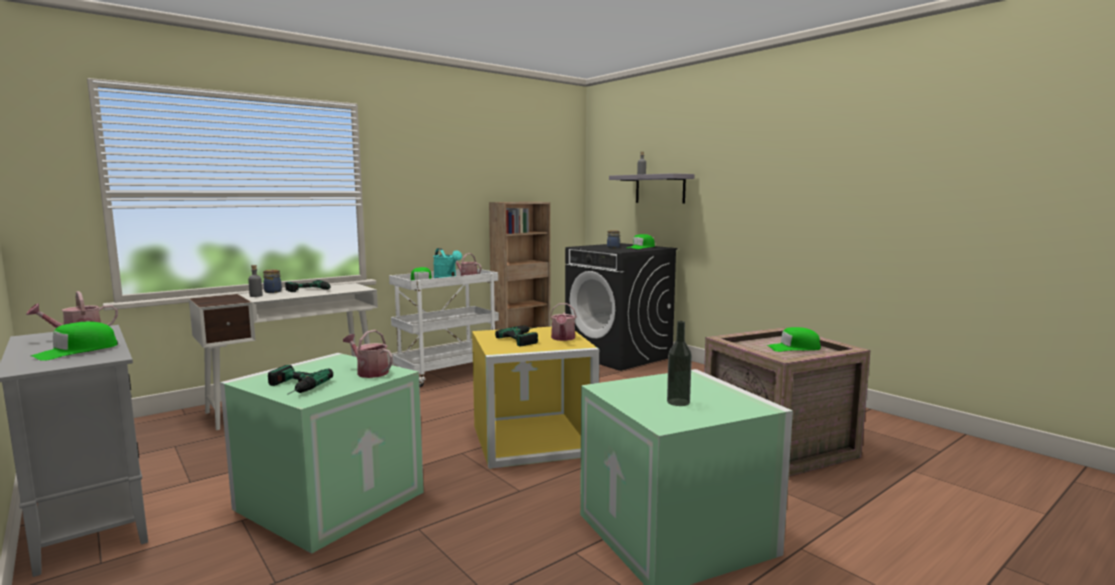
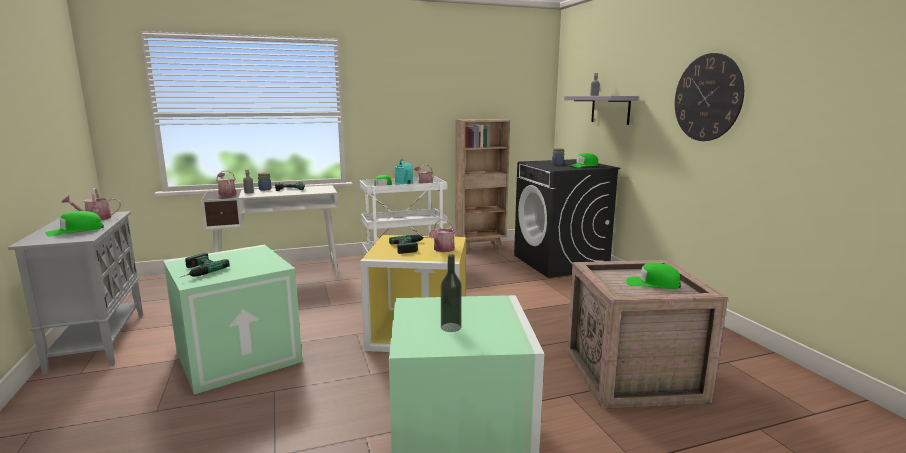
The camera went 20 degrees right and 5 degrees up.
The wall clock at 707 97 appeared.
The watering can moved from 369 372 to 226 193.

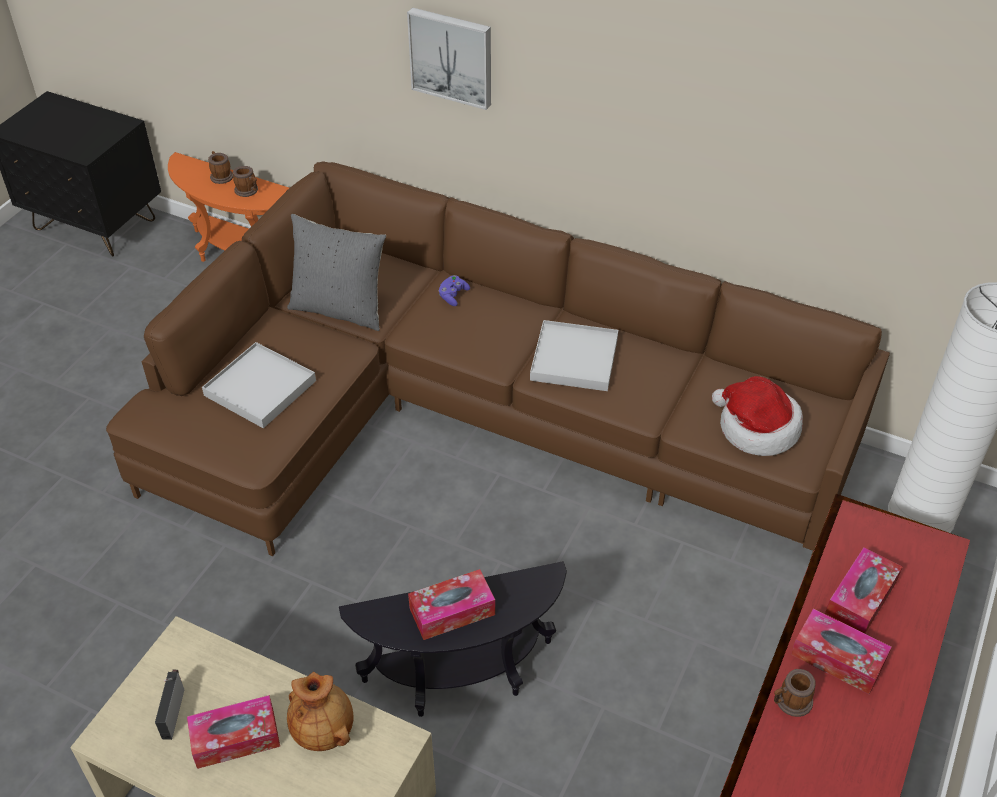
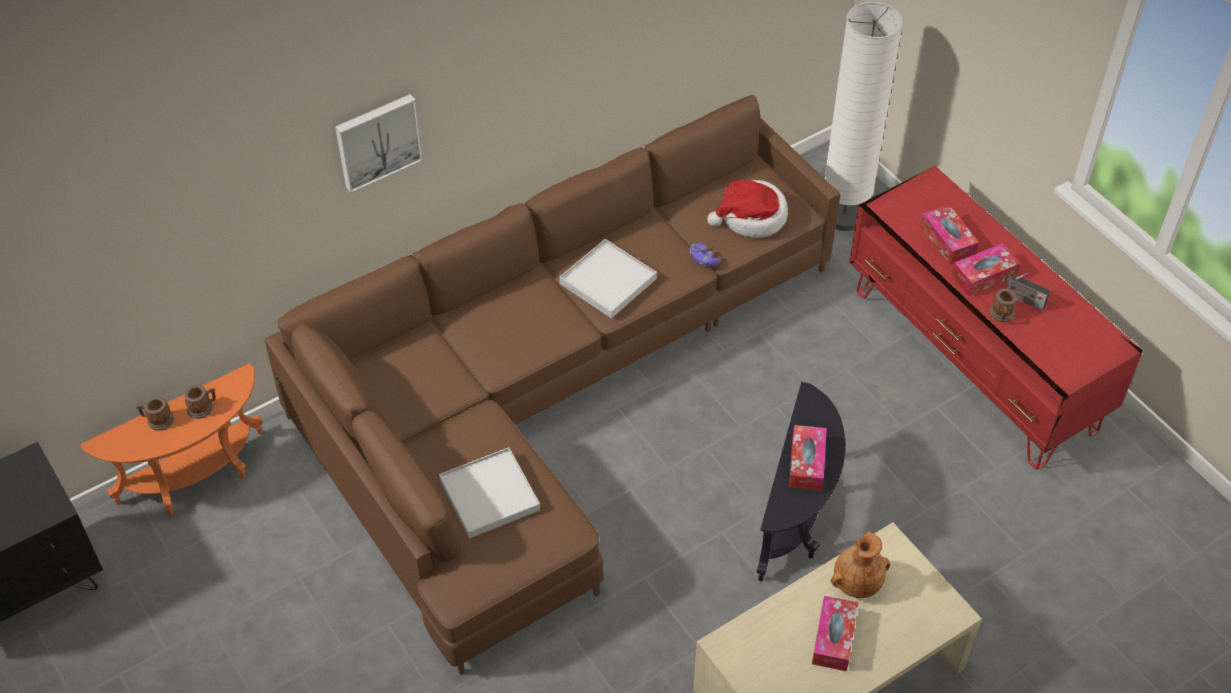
The camera went 60 degrees left and 5 degrees up.
The grey pillow at 340 309 disappeared.
The radio moved from 173 711 to 1023 299.
The purple game controller moved from 453 296 to 703 260.

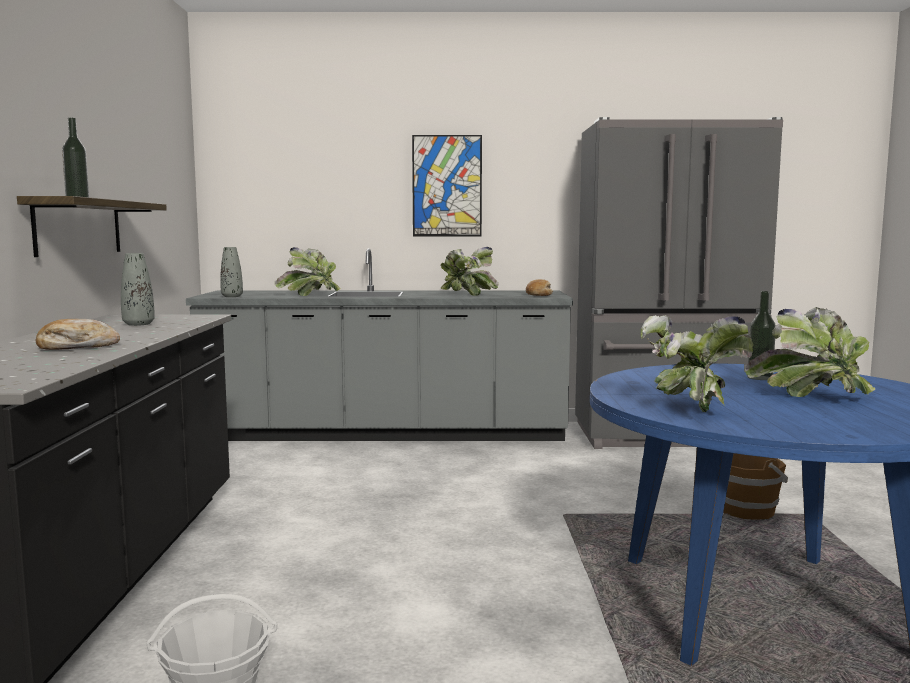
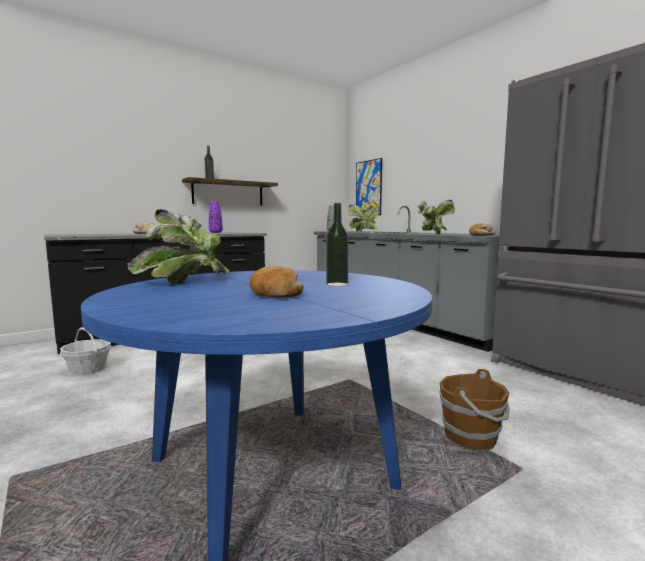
The camera went 55 degrees right and 0 degrees up.
The picture moved from 447 186 to 368 188.
The potted plant at 808 395 was replaced by the bread at 274 293.
The grey vase at 138 324 became the purple vase at 215 232.

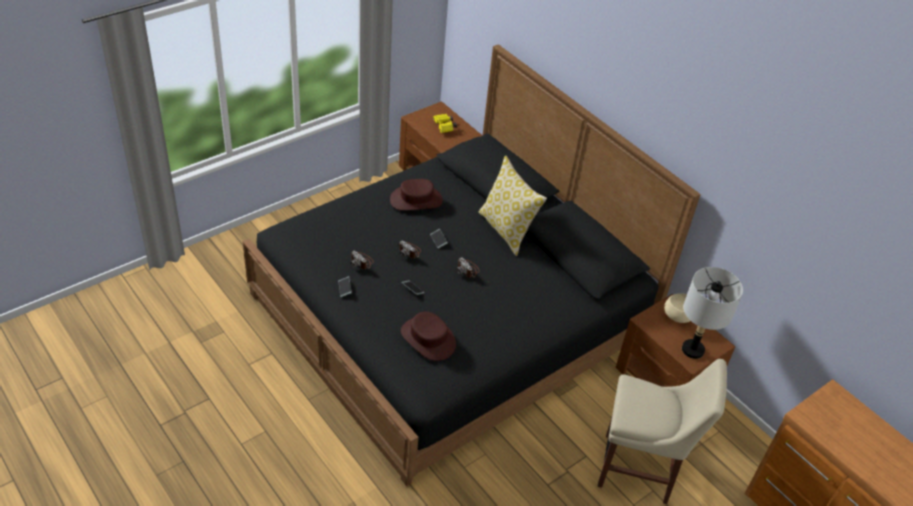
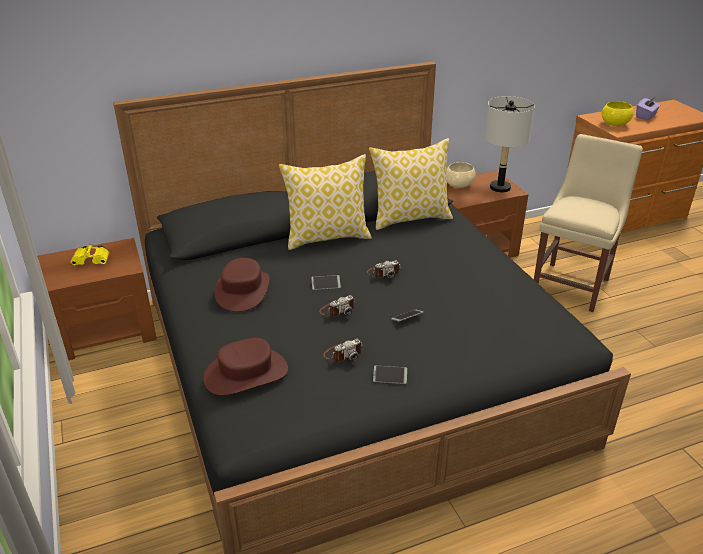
The camera went 70 degrees left and 10 degrees down.
The pillow at 410 218 appeared.
The yellow bowl at 615 125 appeared.
The purple tissue box at 646 116 appeared.
The brown hat moved from 428 339 to 246 373.

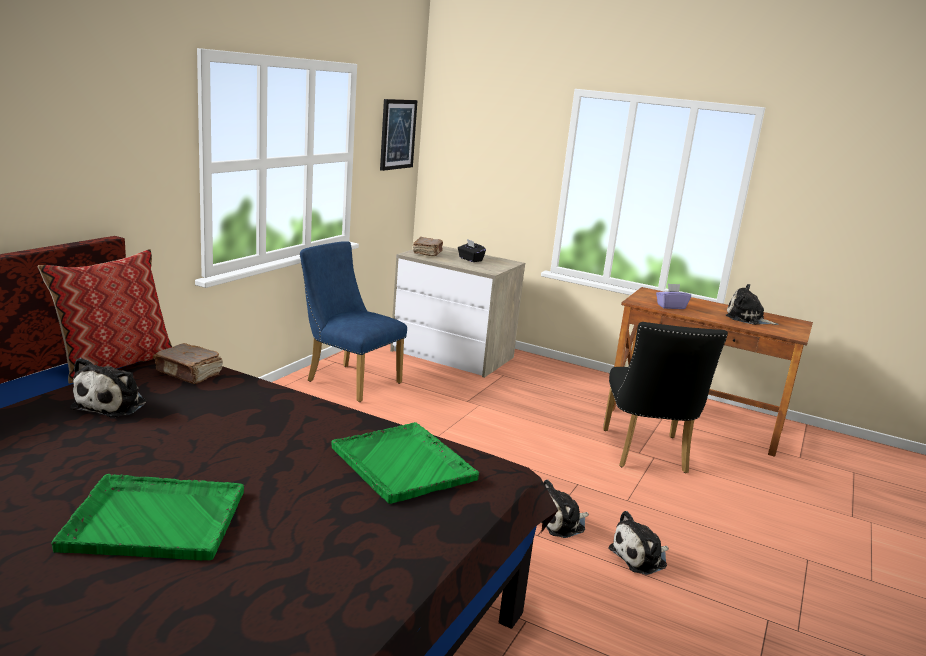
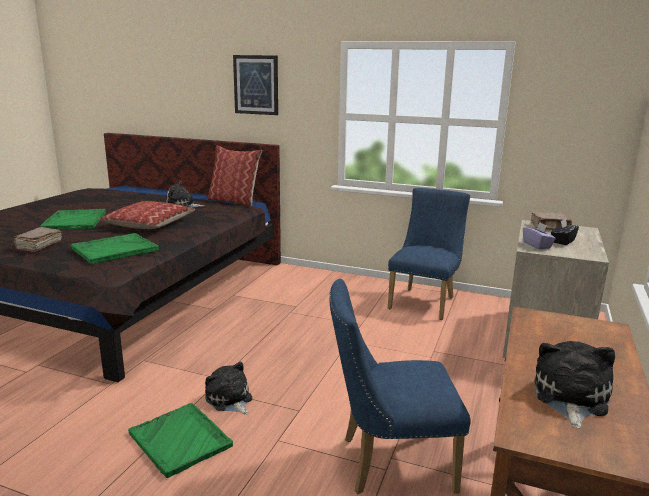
The camera went 85 degrees right and 0 degrees up.
The pillow at 149 224 appeared.
The brown book moved from 189 373 to 38 246.
The picture moved from 397 134 to 256 85.
The purple tissue box moved from 671 306 to 537 245.
The plush toy at 640 557 was replaced by the green tray at 180 440.
The black chair at 646 455 became the blue chair at 388 463.

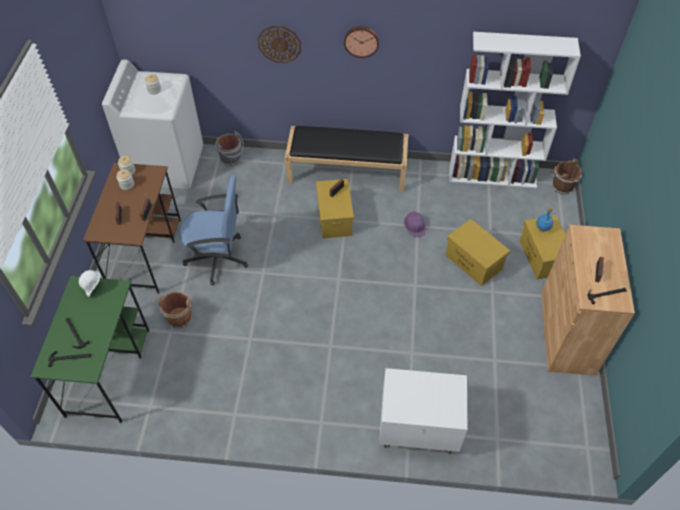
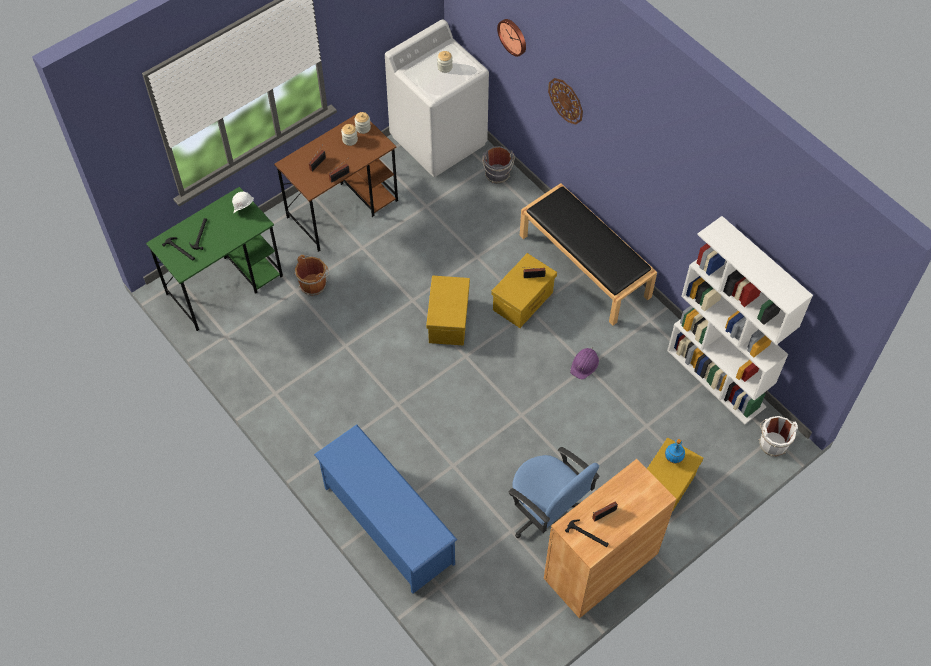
The camera went 45 degrees right and 5 degrees up.
The blue office chair moved from 218 258 to 546 513.
The wall clock moved from 361 41 to 513 36.
The yellow storage box moved from 474 262 to 448 321.
The white nightstand at 417 430 was replaced by the blue shoe rack at 387 525.
The brown bucket at 561 186 became the white bucket at 772 443.

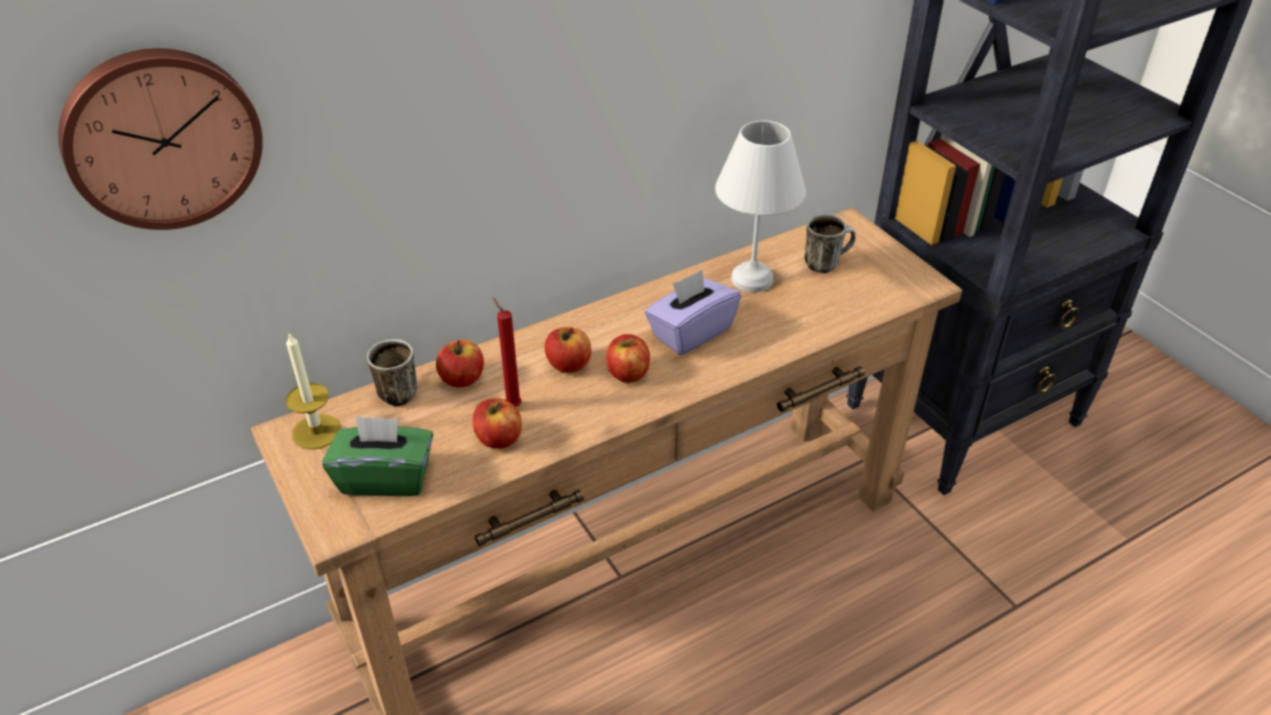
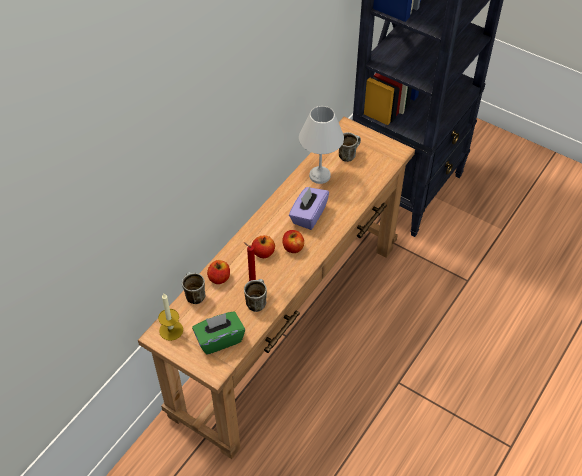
The camera went 25 degrees left and 10 degrees up.
The wall clock at 161 137 disappeared.
The apple at 498 438 was replaced by the mug at 256 302.

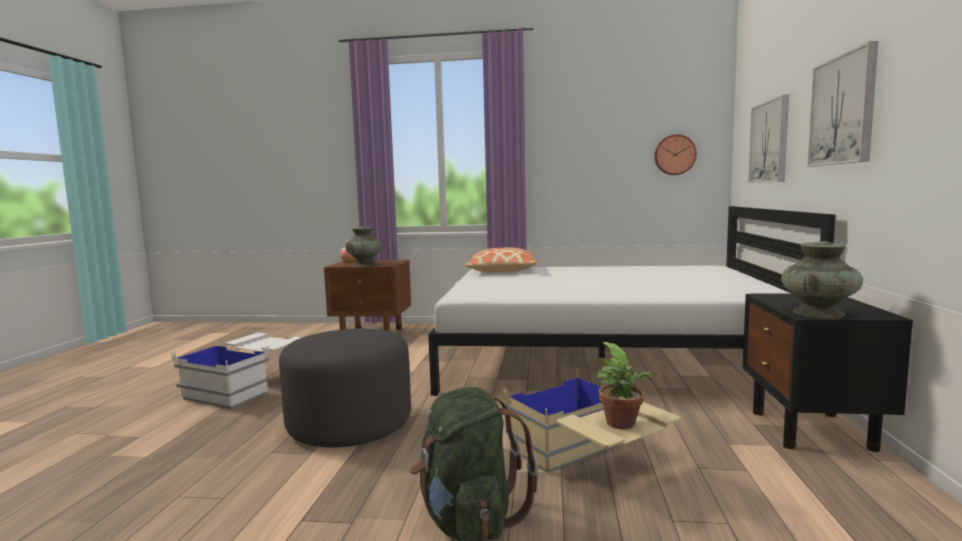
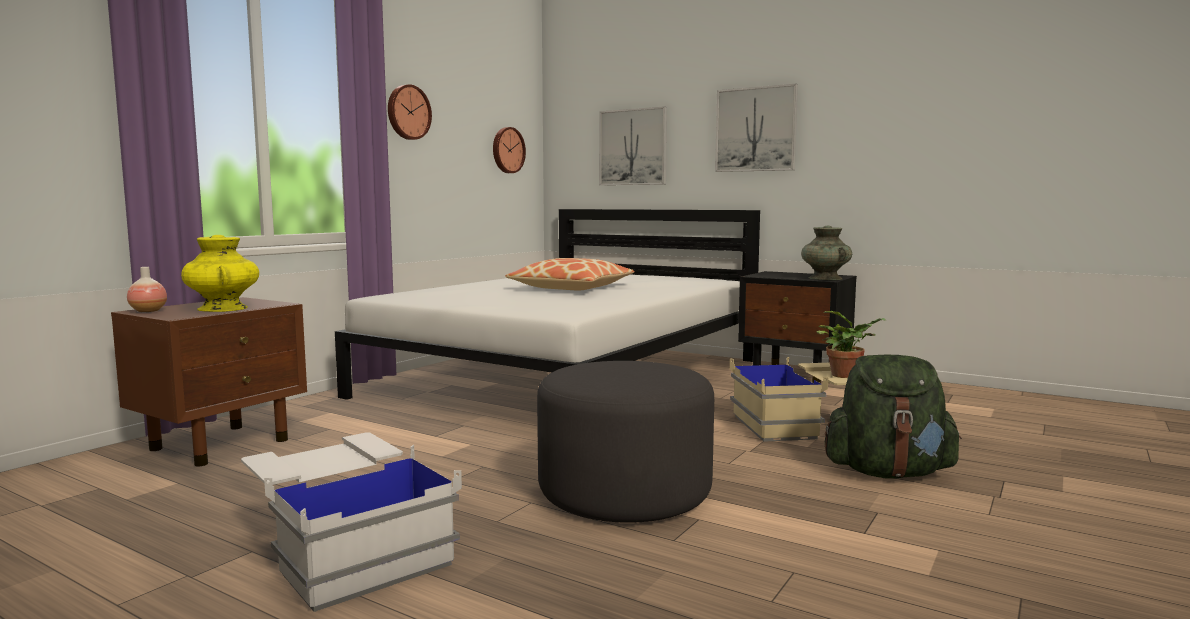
The camera went 65 degrees left and 0 degrees up.
The wall clock at 407 112 appeared.
The pillow moved from 502 270 to 571 288.
The turquoise vase at 365 264 became the yellow vase at 222 308.

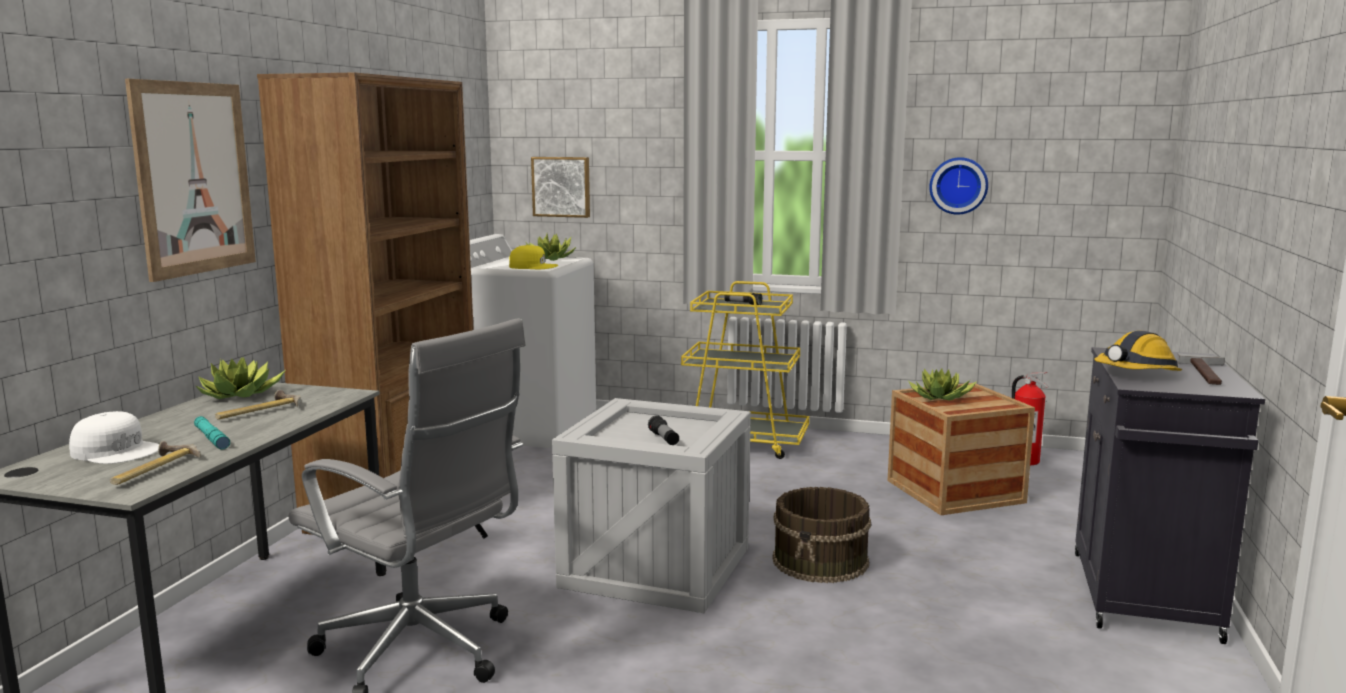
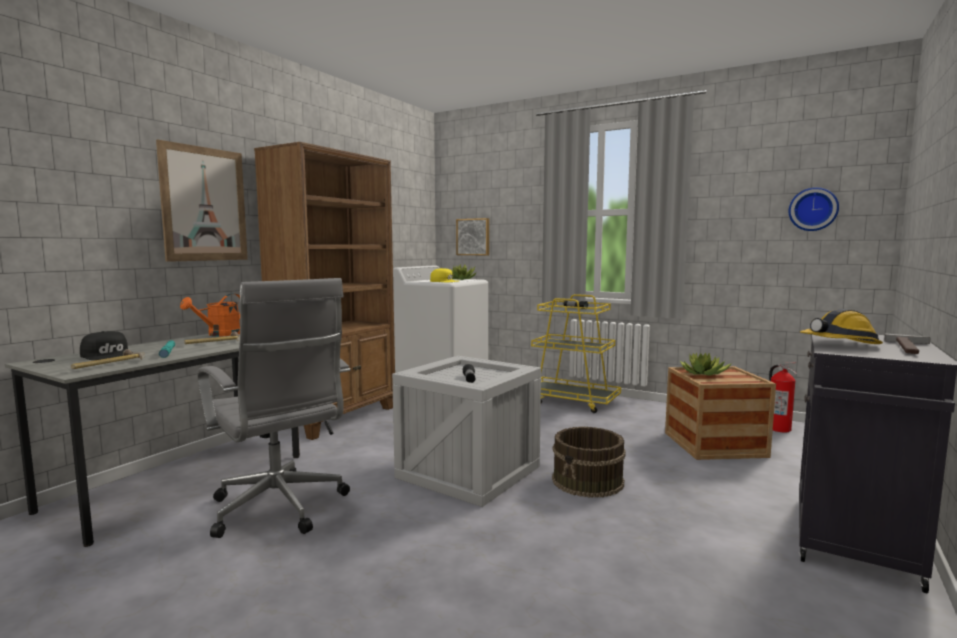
The camera went 15 degrees right and 5 degrees down.
The wall clock moved from 958 185 to 813 209.
The potted plant at 240 394 was replaced by the orange watering can at 219 335.
The white cap at 117 451 became the black cap at 108 355.

